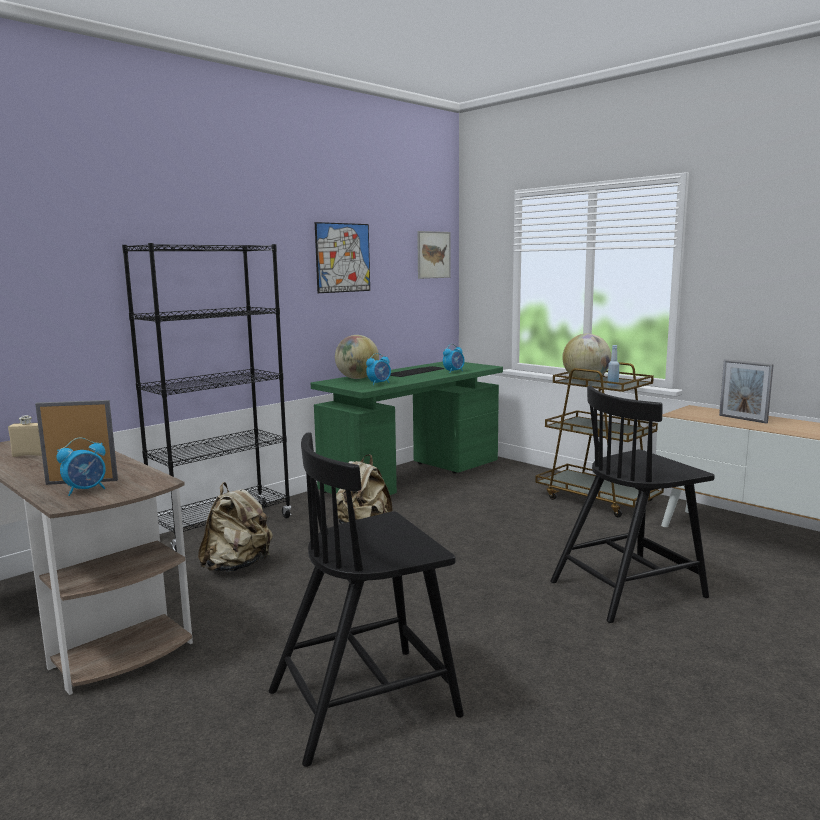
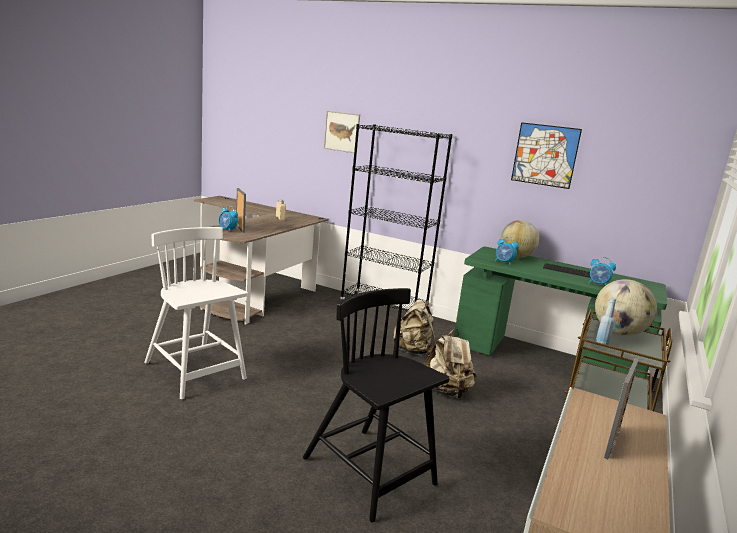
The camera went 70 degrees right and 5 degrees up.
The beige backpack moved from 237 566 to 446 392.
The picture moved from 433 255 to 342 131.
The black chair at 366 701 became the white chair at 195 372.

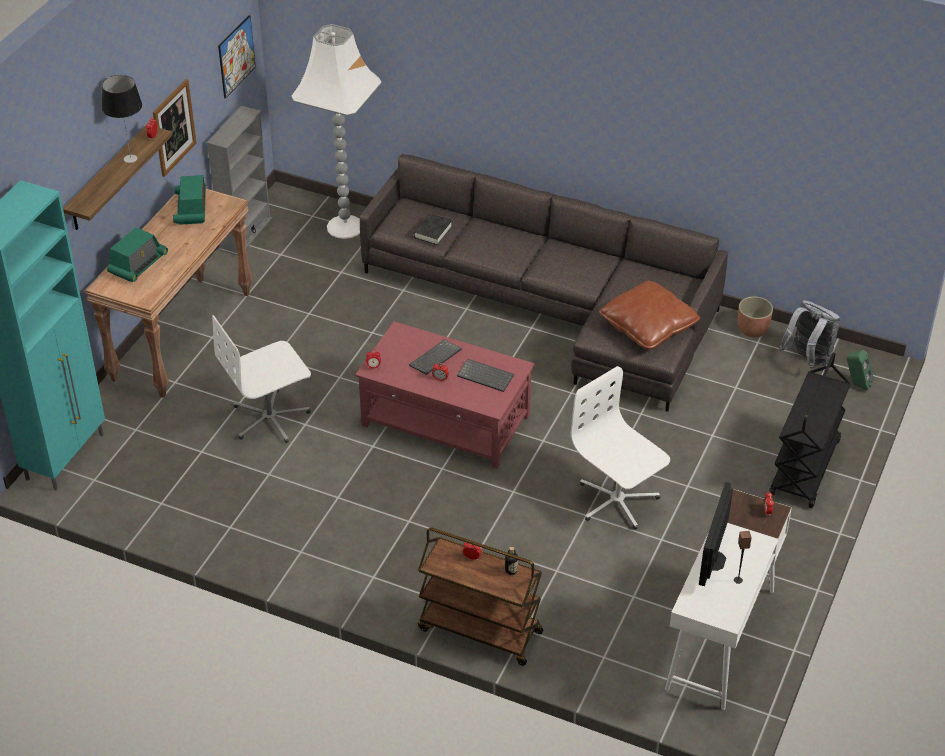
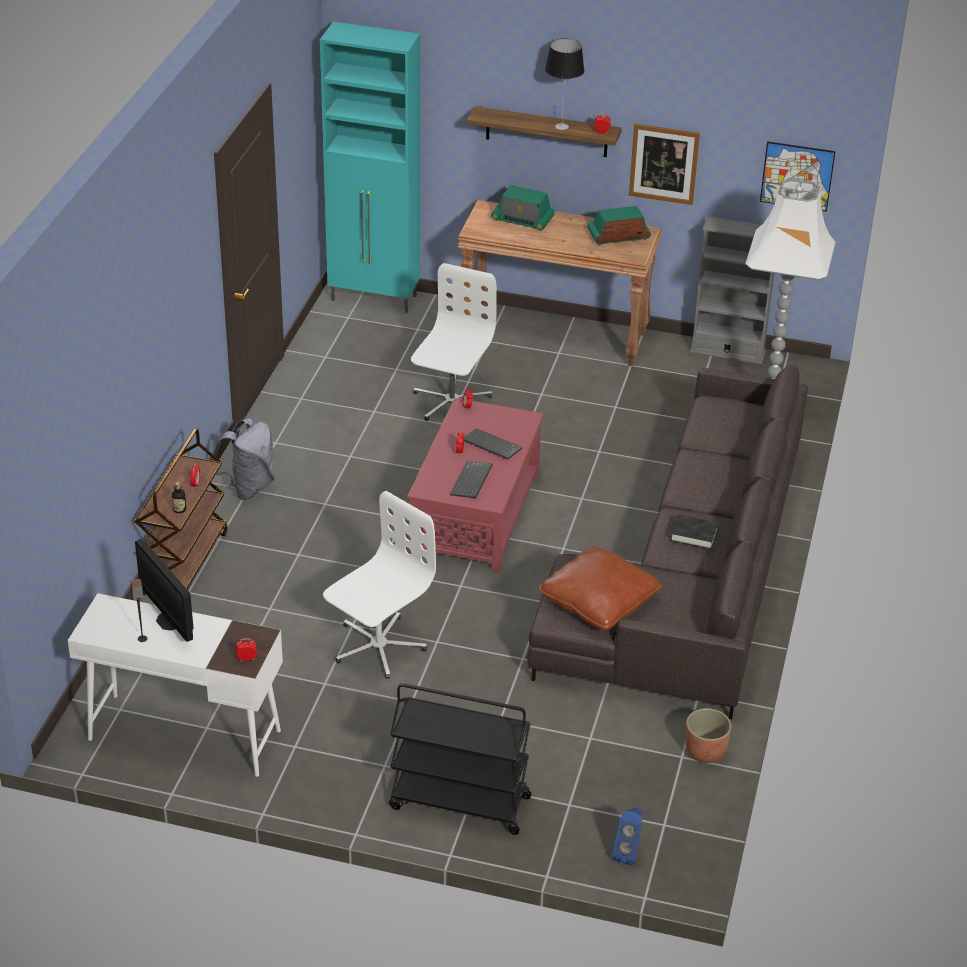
The camera went 80 degrees right and 5 degrees down.
The black book moved from 433 232 to 694 535.
The grey backpack moved from 807 360 to 248 487.
The green speaker at 856 384 became the blue speaker at 628 853.
The white office chair at 270 418 turned 60 degrees clockwise.
The monitor at 714 560 turned 135 degrees counterclockwise.

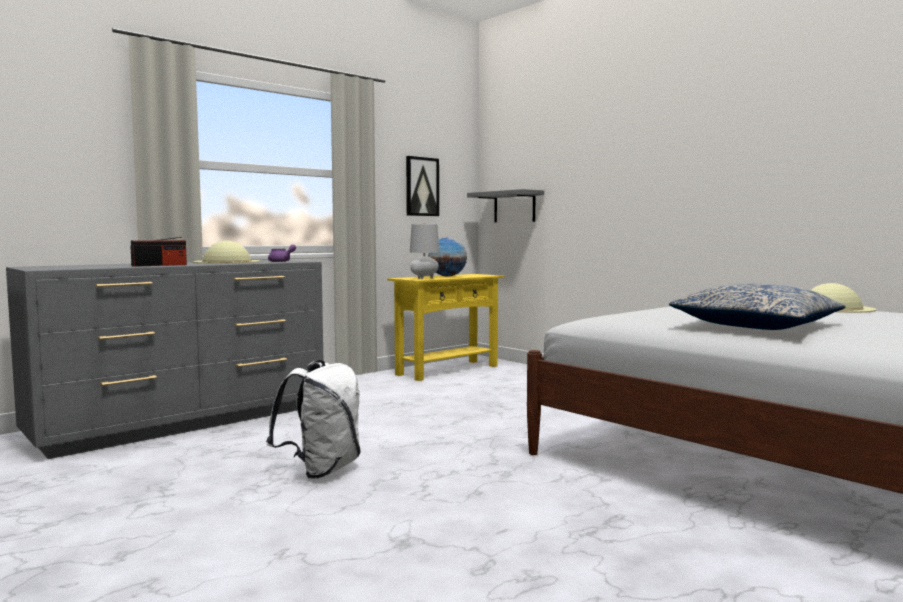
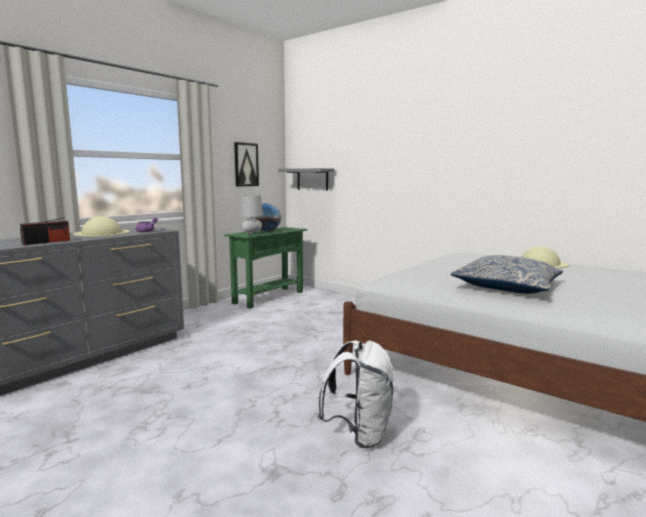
The camera went 10 degrees left and 5 degrees up.
The white backpack moved from 321 470 to 359 434.
The yellow console table at 447 370 became the green console table at 269 297.

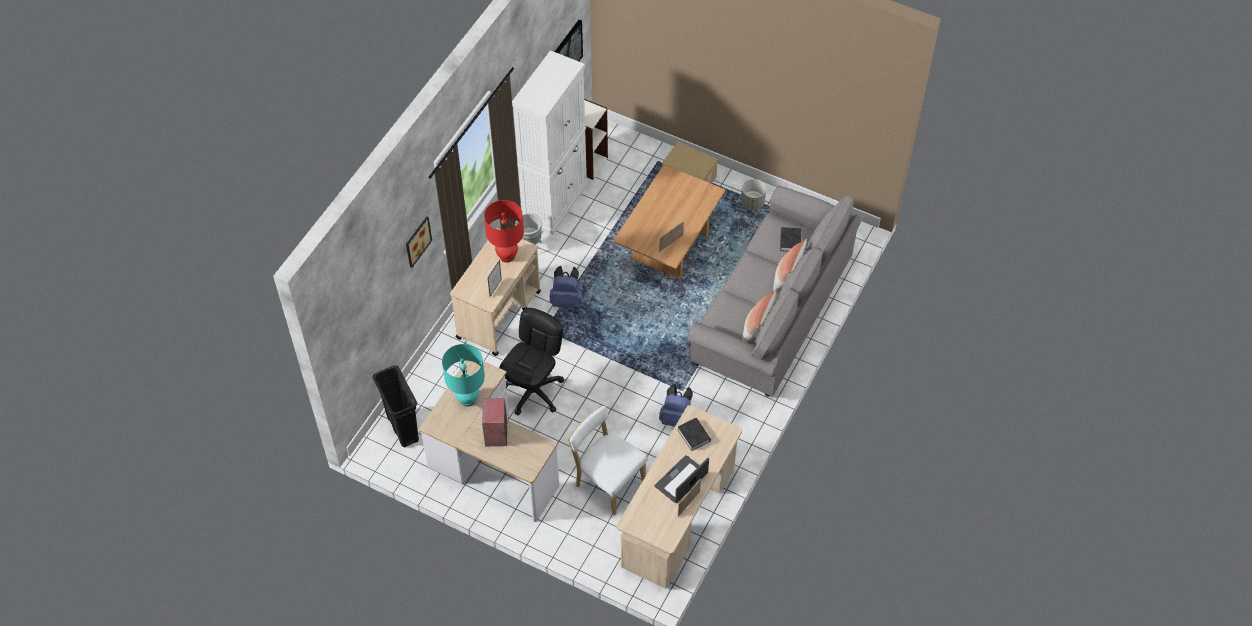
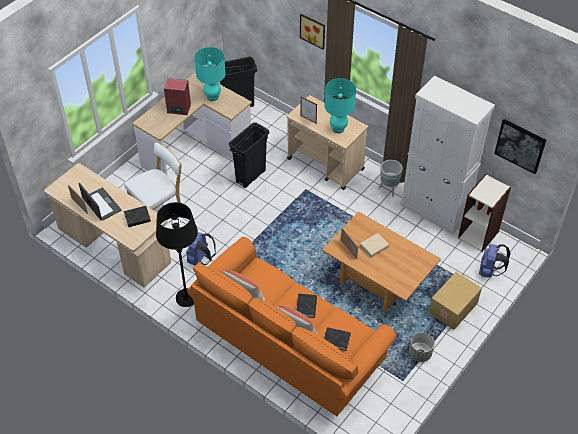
The camera went 100 degrees right and 5 degrees down.
The black floor lamp at 186 298 appeared.
The black book at 306 307 appeared.
The beige book at 374 247 appeared.
The blue backpack moved from 566 300 to 490 271.
The black office chair at 534 391 was replaced by the black trash can at 250 176.
The red table lamp at 507 256 became the turquoise table lamp at 338 129.
The grey sofa at 770 313 became the orange sofa at 290 344.

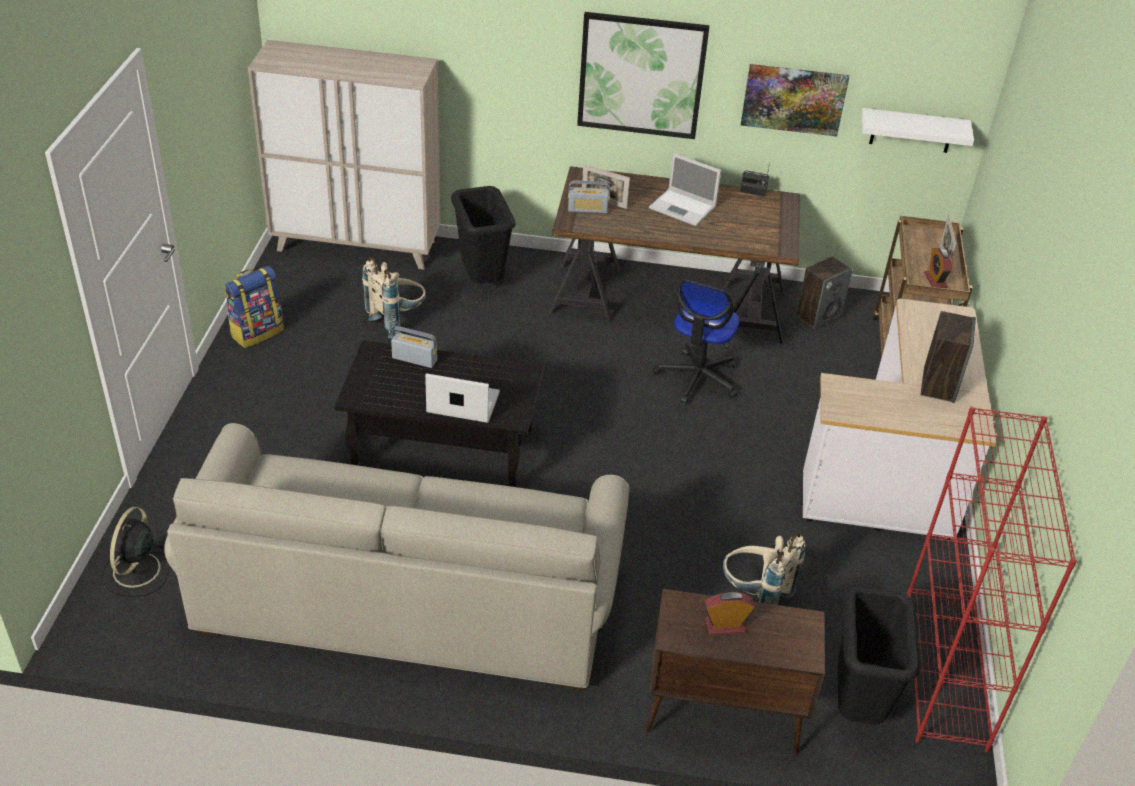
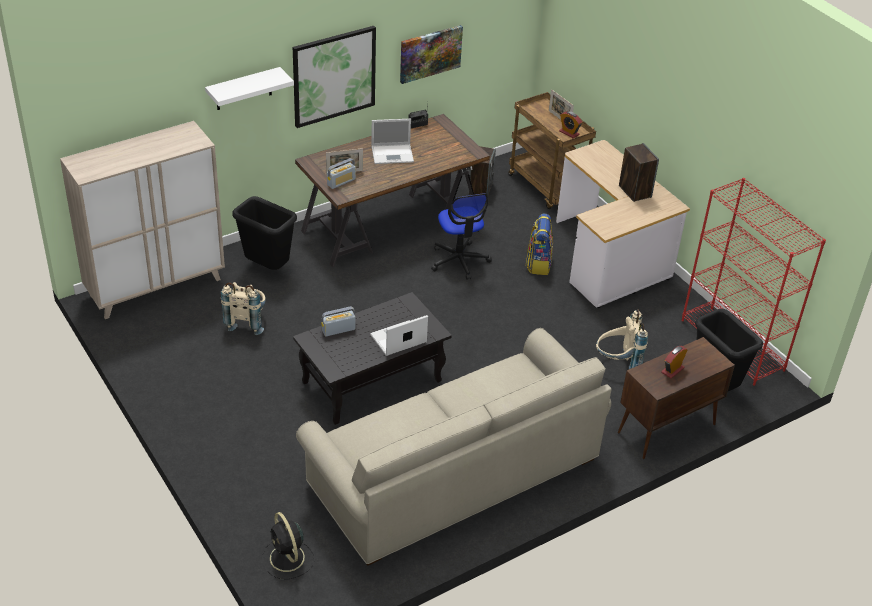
The camera went 40 degrees left and 0 degrees up.
The backpack moved from 257 332 to 538 263.
The white shelf moved from 912 131 to 243 89.

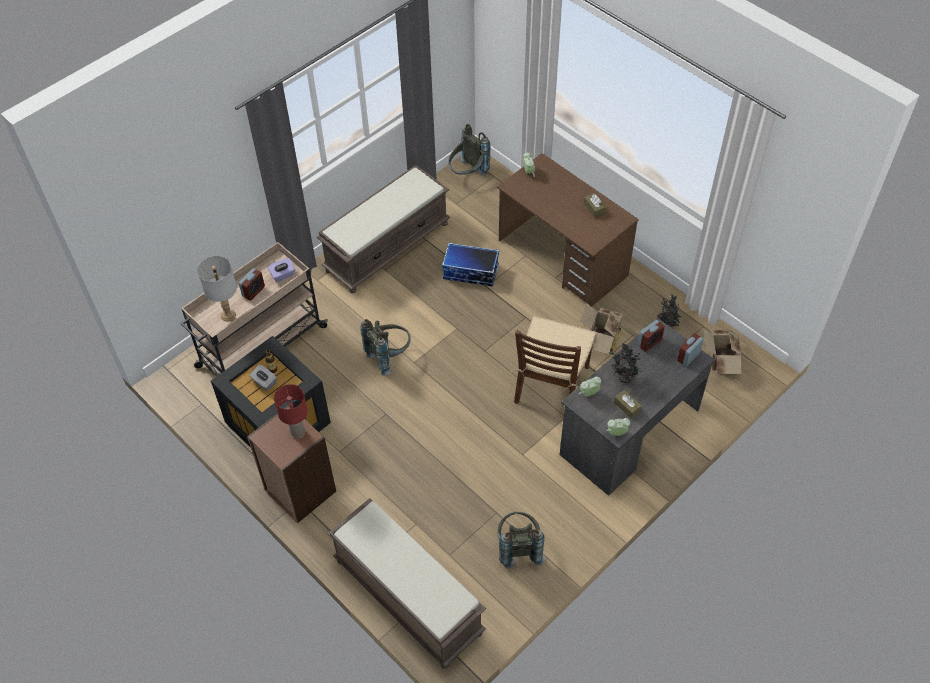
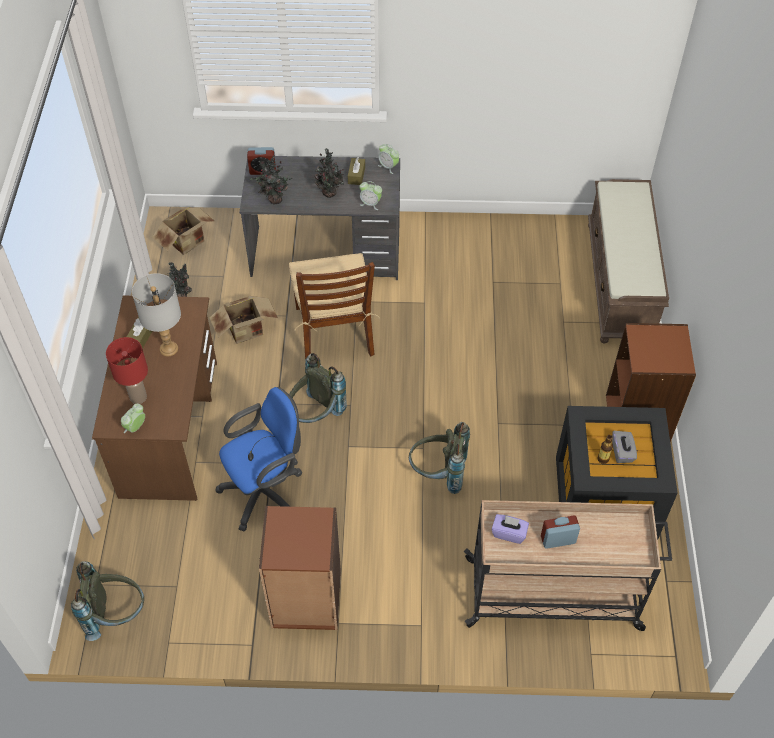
The camera went 135 degrees left and 0 degrees up.
The grey table lamp moved from 228 315 to 169 349.
The red table lamp moved from 297 431 to 138 397.
The grey backpack moved from 518 547 to 316 415.
The brown bench at 387 246 was replaced by the brown bookcase at 306 600.
The storage box at 470 272 was replaced by the blue office chair at 266 491.
The alarm clock at 649 343 was replaced by the potted plant at 274 200.
The brown chair at 551 385 turned 105 degrees clockwise.

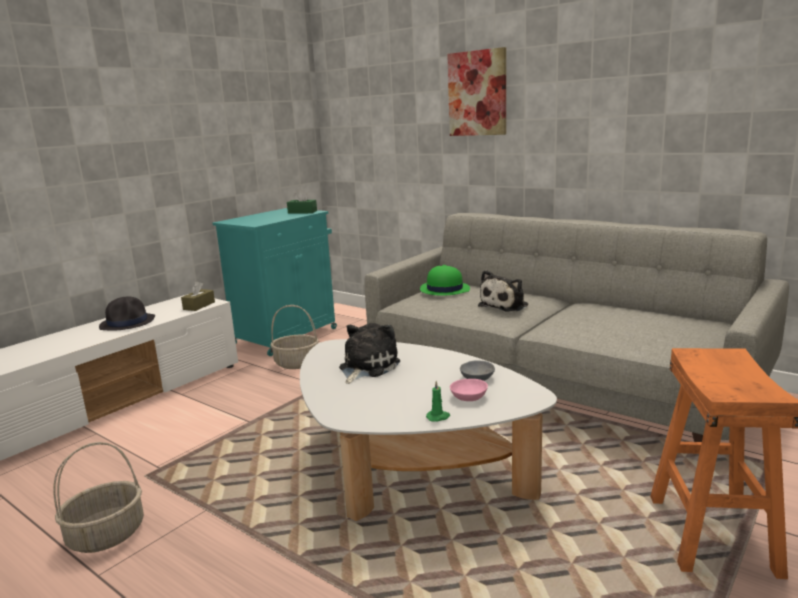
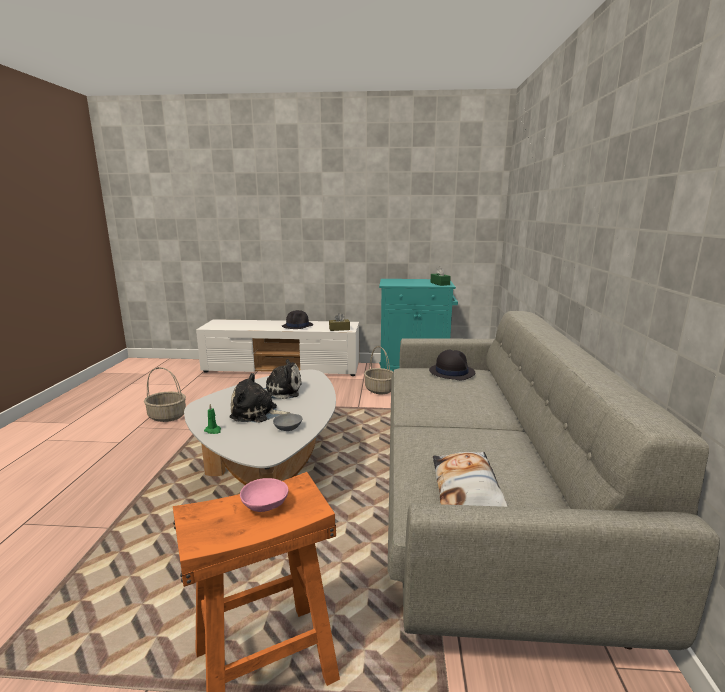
The camera went 55 degrees right and 0 degrees up.
The picture at 477 93 disappeared.
The pillow at 467 488 appeared.
The pink bowl moved from 468 396 to 266 503.
The plush toy moved from 505 305 to 257 413.
The green hat at 444 289 became the black hat at 451 372.

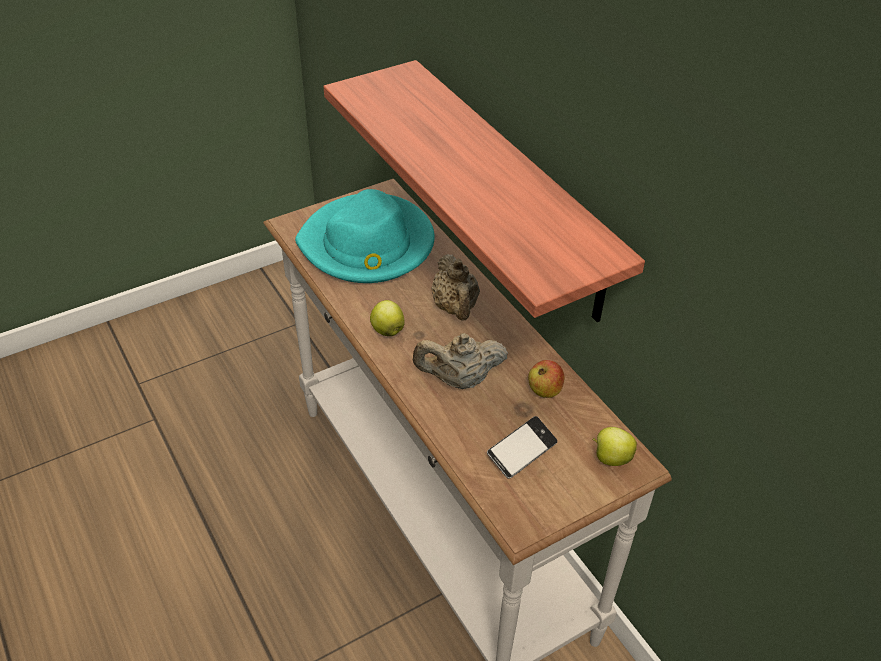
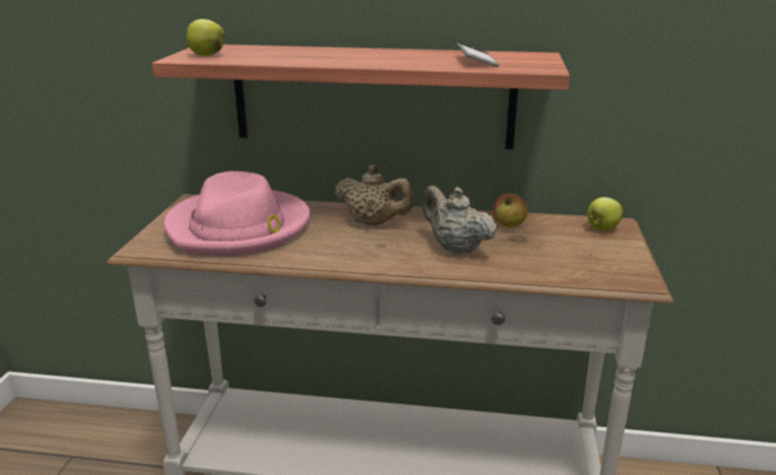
The camera went 50 degrees left and 20 degrees down.
The apple moved from 387 330 to 206 55.
The phone moved from 521 451 to 476 61.
The turquoise hat at 367 245 became the pink hat at 239 227.
The beige teapot at 459 380 turned 105 degrees clockwise.

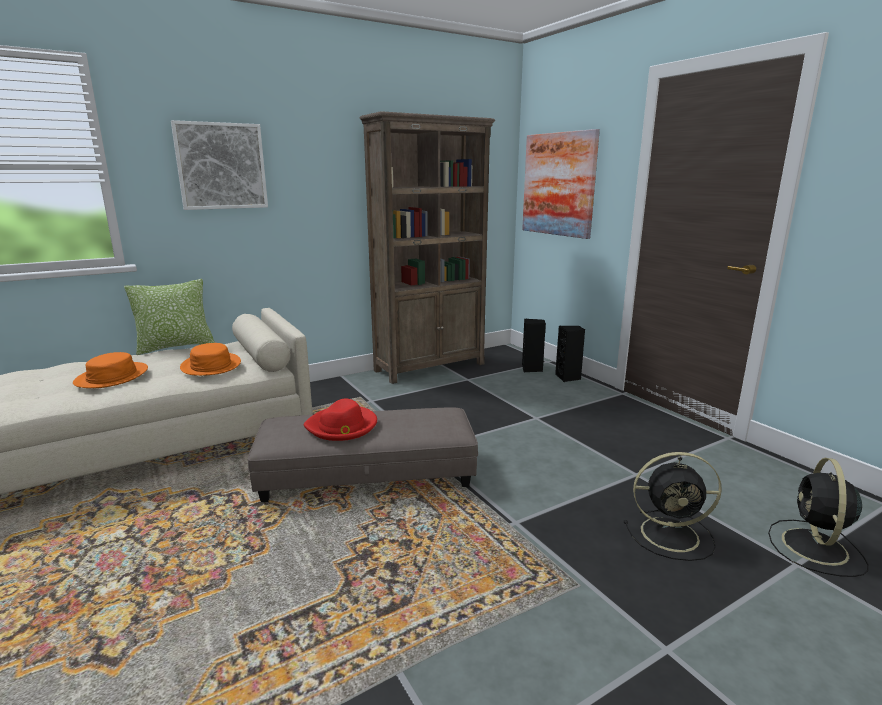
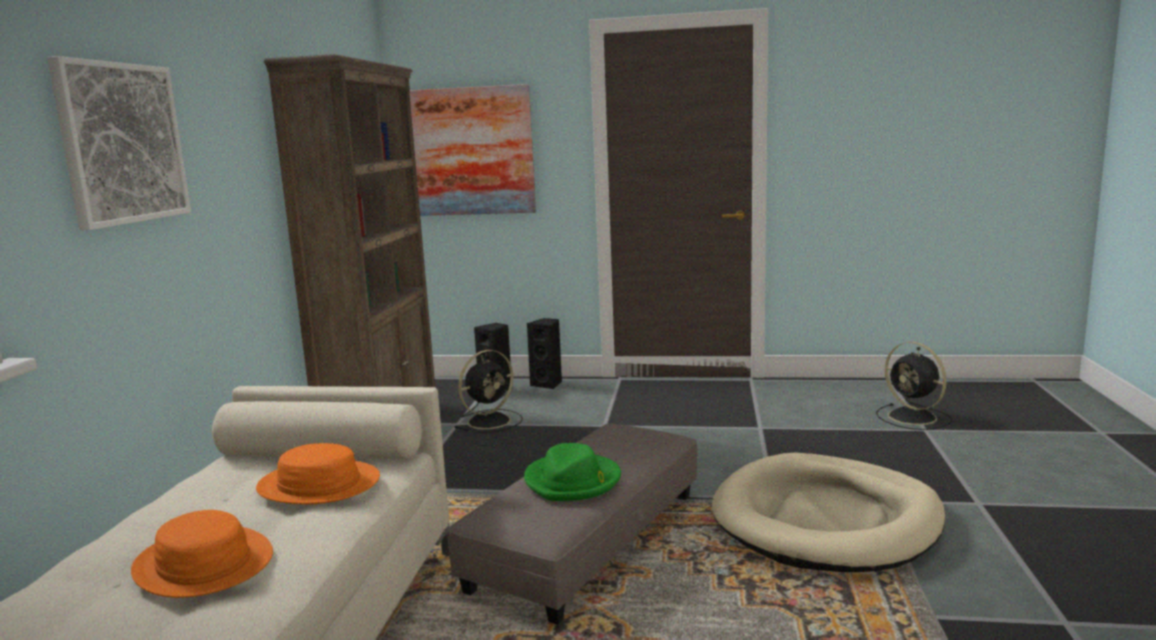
The camera went 50 degrees left and 5 degrees down.
The pillow at 176 347 disappeared.
The beige dog bed at 826 520 appeared.
The black fan moved from 672 534 to 491 421.
The red hat at 342 426 became the green hat at 573 481.

